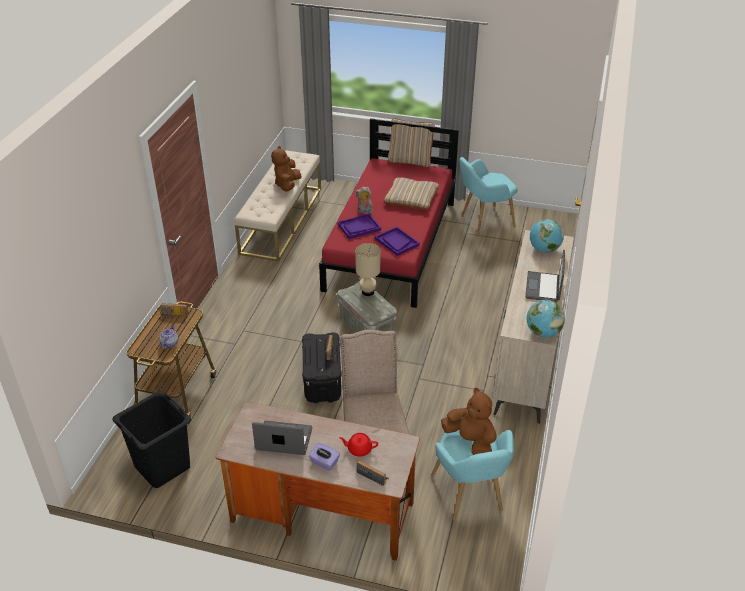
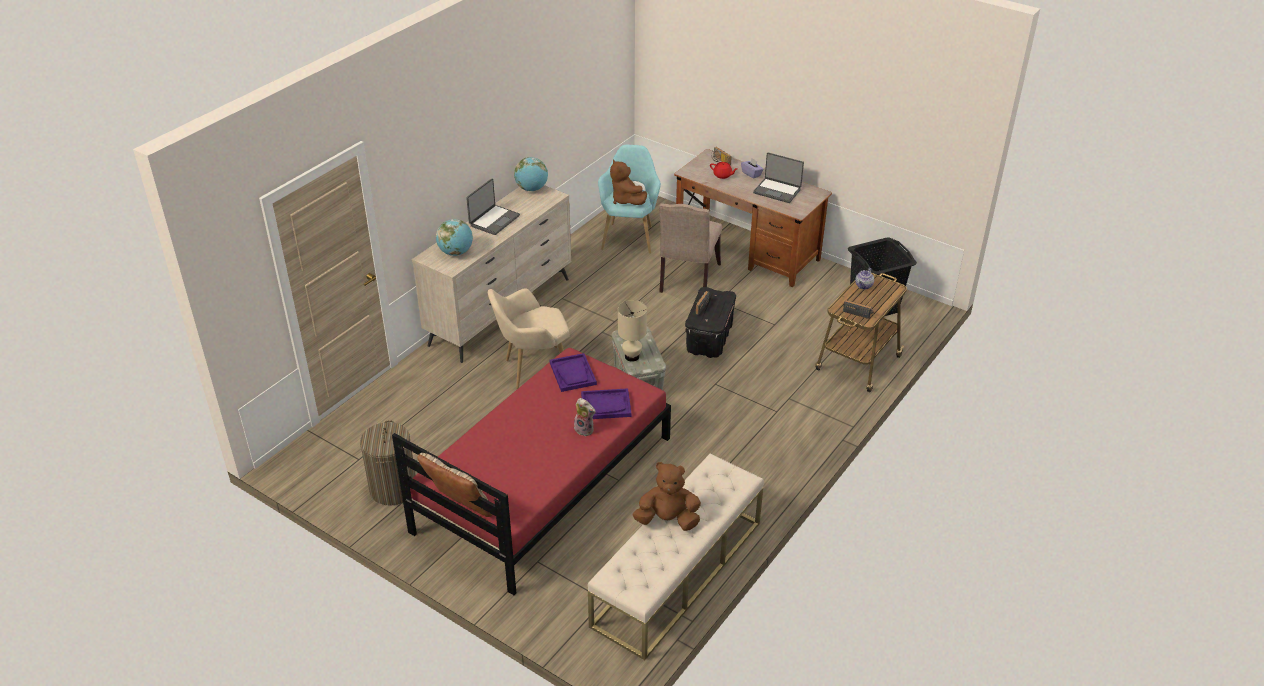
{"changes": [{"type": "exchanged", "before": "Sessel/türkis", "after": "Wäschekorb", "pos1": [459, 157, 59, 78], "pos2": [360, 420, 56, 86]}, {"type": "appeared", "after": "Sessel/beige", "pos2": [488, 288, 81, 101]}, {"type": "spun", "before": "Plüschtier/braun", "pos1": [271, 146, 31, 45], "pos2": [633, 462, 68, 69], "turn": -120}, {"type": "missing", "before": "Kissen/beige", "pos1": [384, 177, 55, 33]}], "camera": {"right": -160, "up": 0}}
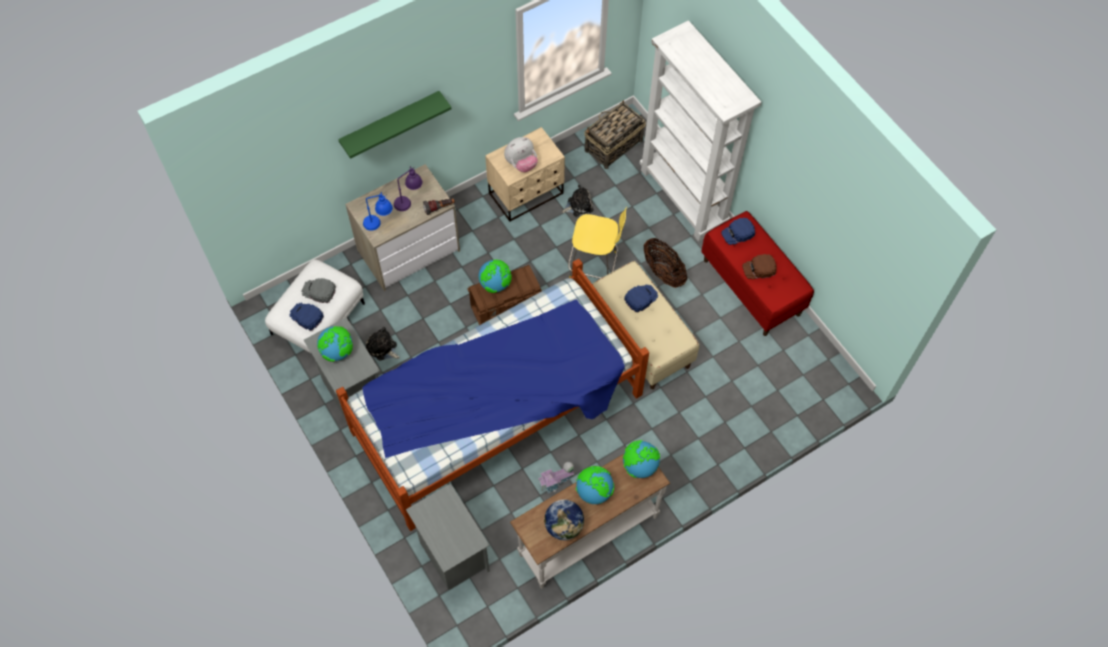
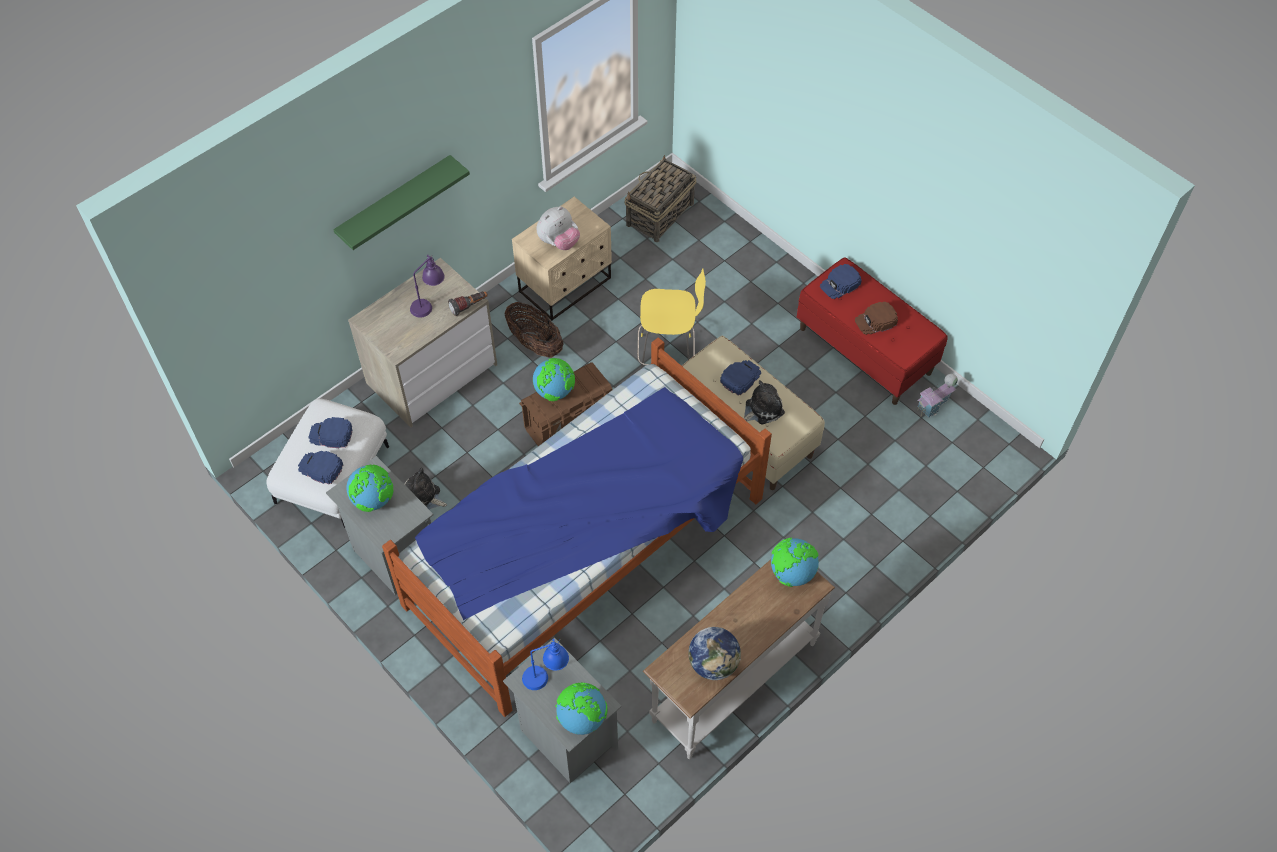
{"changes": [{"type": "colour", "before": "Kappe/grau", "after": "Kappe/blau", "pos1": [301, 278, 35, 25], "pos2": [308, 417, 44, 31]}, {"type": "relocated", "before": "Korb", "pos1": [644, 238, 43, 50], "pos2": [505, 302, 59, 56]}, {"type": "relocated", "before": "Tischlampe/blau", "pos1": [363, 192, 30, 39], "pos2": [522, 638, 47, 52]}, {"type": "relocated", "before": "Globus", "pos1": [576, 466, 38, 38], "pos2": [555, 683, 52, 52]}, {"type": "relocated", "before": "Plüschtier", "pos1": [562, 185, 32, 31], "pos2": [743, 380, 42, 45]}, {"type": "relocated", "before": "Spielzeughaus", "pos1": [538, 462, 36, 31], "pos2": [917, 374, 41, 44]}, {"type": "missing", "before": "Bücherregal/weiß", "pos1": [639, 20, 122, 222]}], "camera": {"right": -10, "up": -5}}
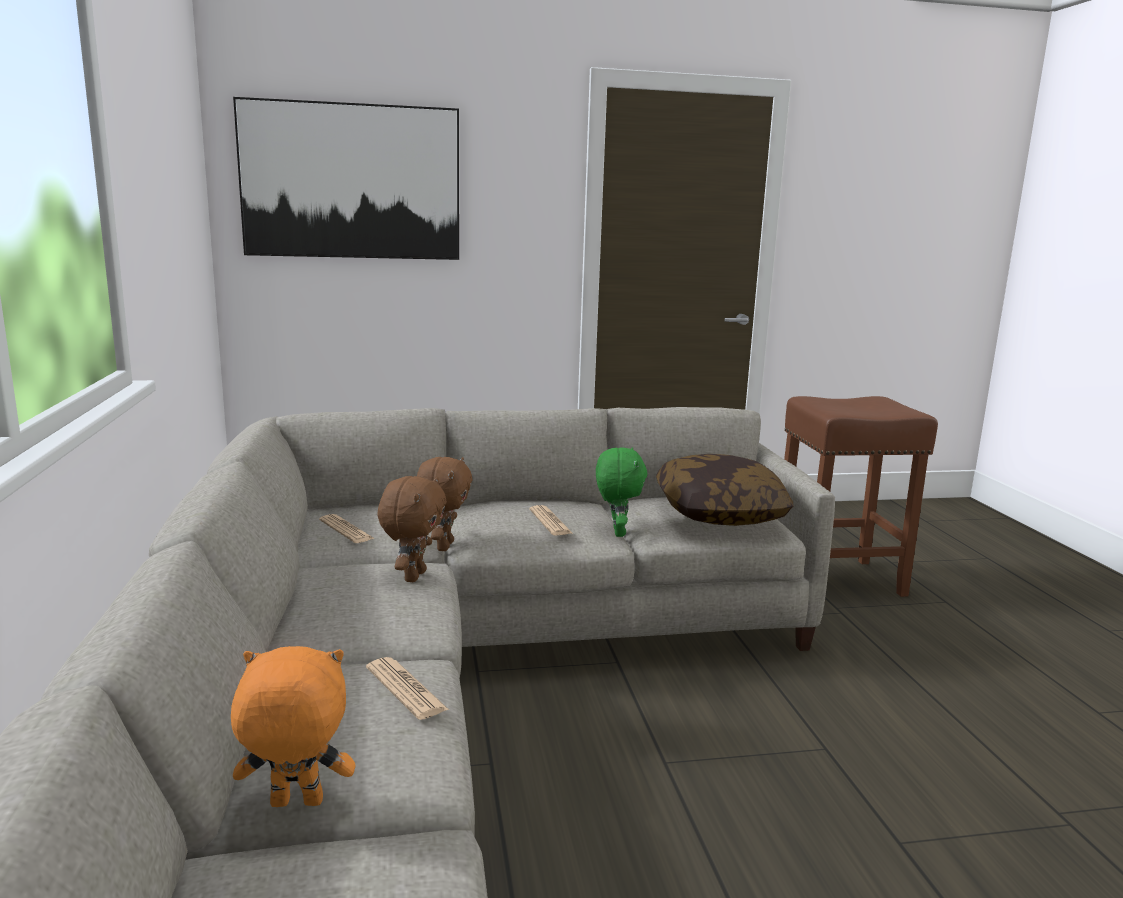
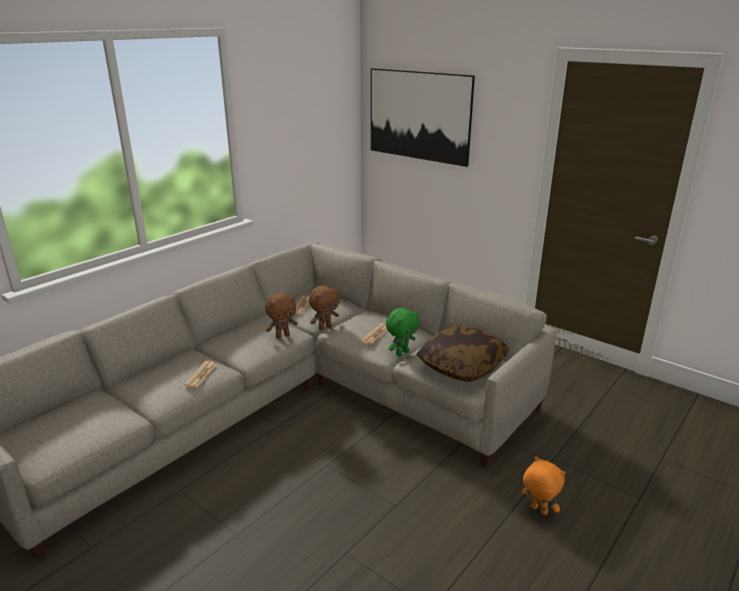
{"changes": [{"type": "relocated", "before": "Plüschtier/orange", "pos1": [231, 646, 124, 161], "pos2": [522, 456, 44, 59]}, {"type": "missing", "before": "Hocker/braun", "pos1": [784, 396, 154, 201]}], "camera": {"right": 50, "up": 10}}
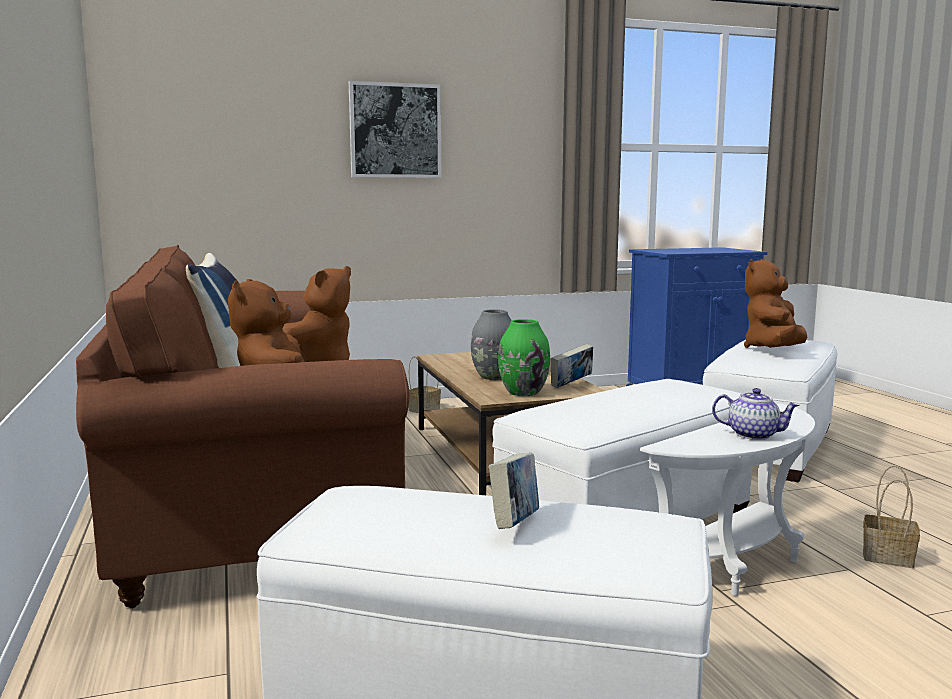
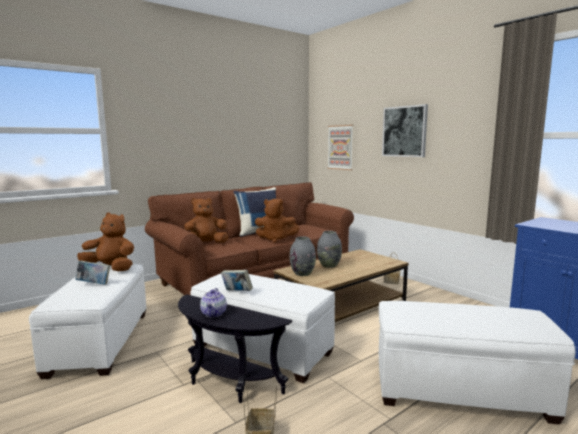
{"changes": [{"type": "relocated", "before": "Plüschtier/braun", "pos1": [744, 259, 63, 89], "pos2": [77, 212, 57, 59]}, {"type": "colour", "before": "Beistelltisch/weiß", "after": "Beistelltisch/schwarz", "pos1": [640, 404, 175, 192], "pos2": [178, 295, 114, 108]}, {"type": "relocated", "before": "Buch", "pos1": [551, 344, 42, 44], "pos2": [221, 270, 32, 21]}, {"type": "colour", "before": "Vase/grün", "after": "Vase/grau", "pos1": [498, 319, 52, 77], "pos2": [290, 236, 26, 40]}, {"type": "appeared", "after": "Bild", "pos2": [328, 125, 25, 45]}], "camera": {"right": 70, "up": 0}}
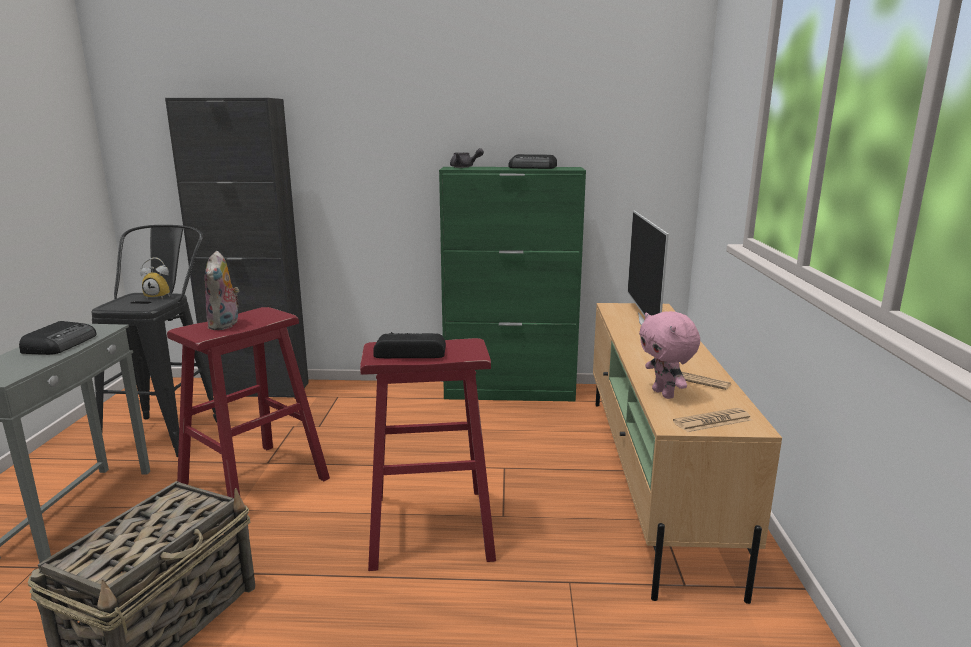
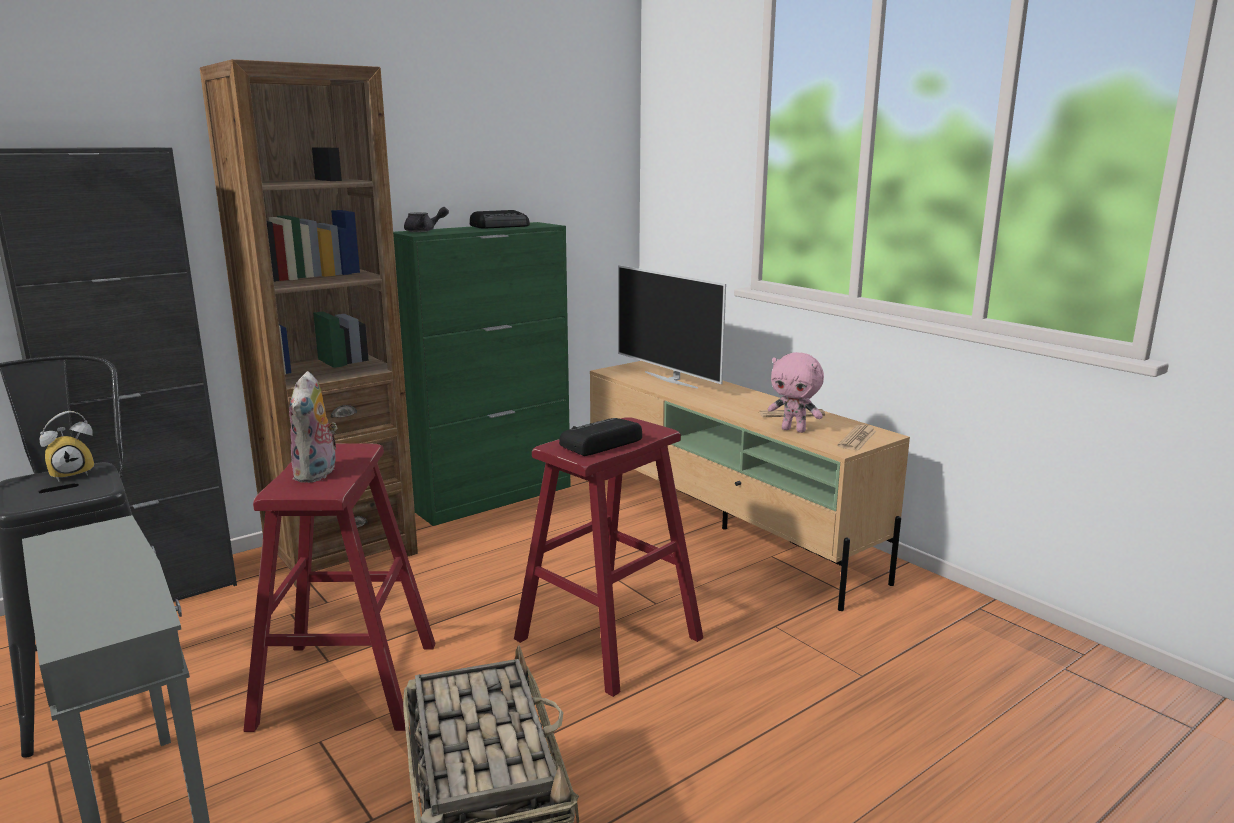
{"changes": [{"type": "appeared", "after": "Bücherregal/braun", "pos2": [200, 59, 218, 528]}, {"type": "spun", "before": "Plüschtier", "pos1": [204, 251, 35, 79], "pos2": [289, 371, 49, 112], "turn": 45}, {"type": "missing", "before": "Radio", "pos1": [19, 321, 78, 34]}], "camera": {"right": -40, "up": 0}}
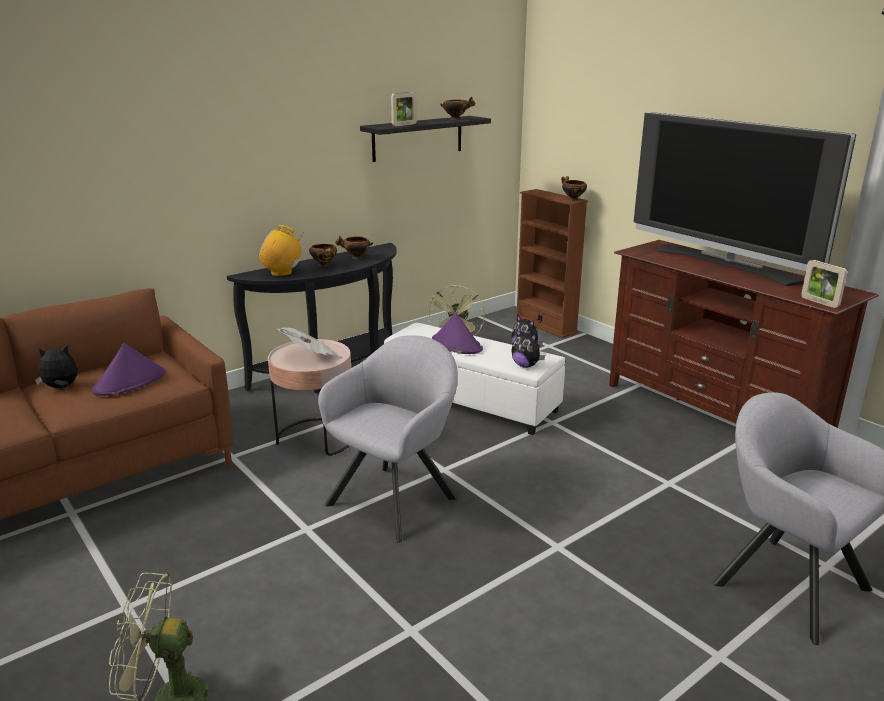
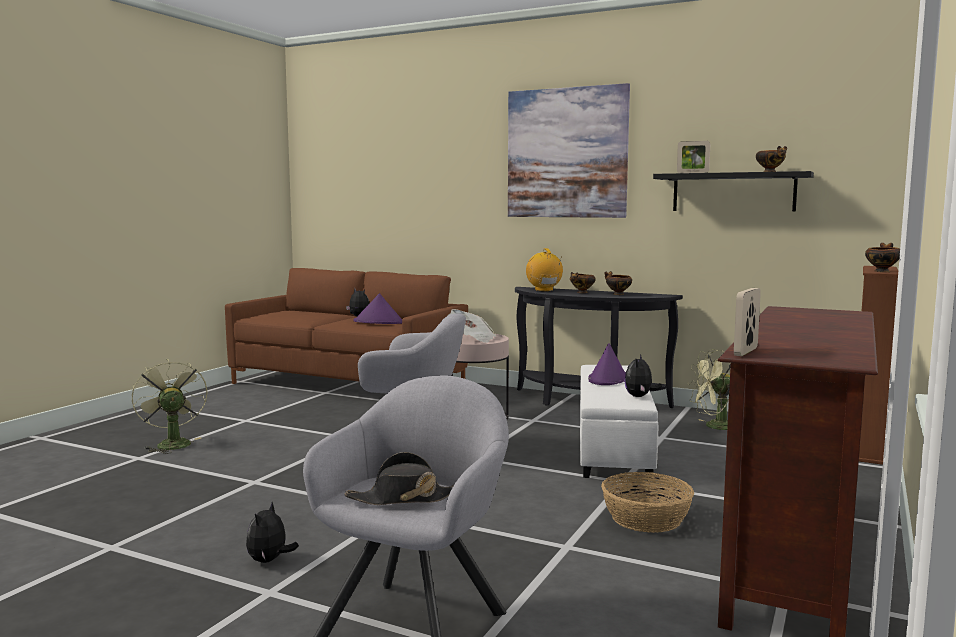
{"changes": [{"type": "relocated", "before": "Plüschtier", "pos1": [511, 329, 34, 39], "pos2": [246, 502, 53, 61]}, {"type": "appeared", "after": "Hut/schwarz", "pos2": [345, 452, 109, 53]}, {"type": "appeared", "after": "Bild", "pos2": [508, 83, 122, 135]}, {"type": "appeared", "after": "Korb", "pos2": [601, 472, 93, 61]}, {"type": "missing", "before": "Fernseher", "pos1": [634, 112, 222, 174]}], "camera": {"right": 65, "up": -15}}
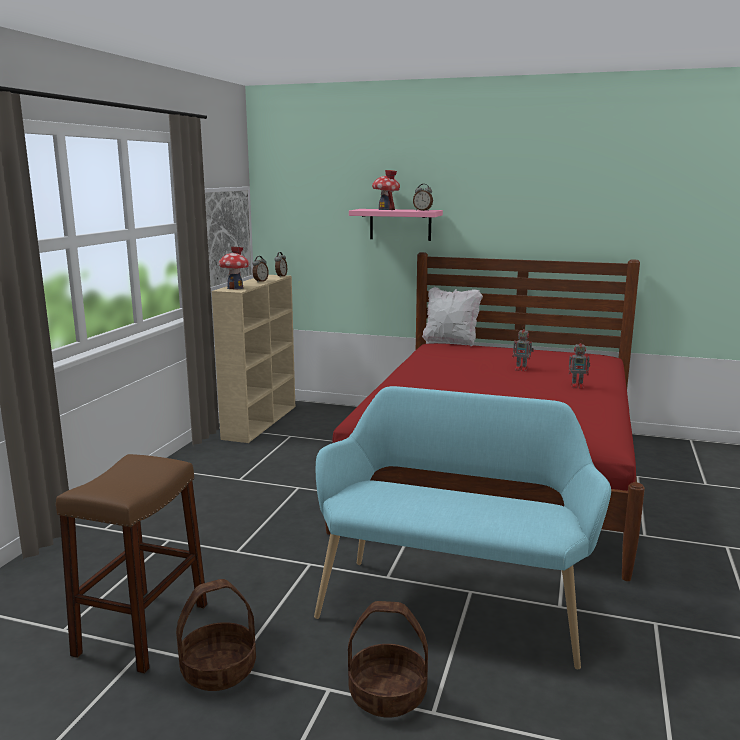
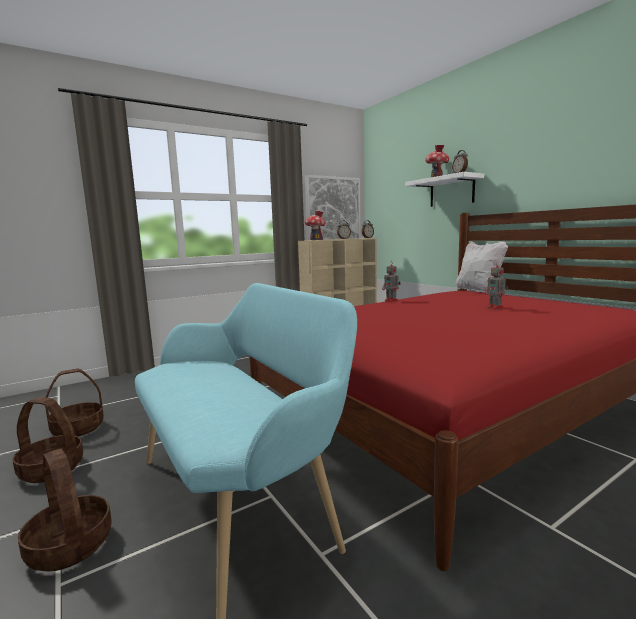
{"changes": [{"type": "exchanged", "before": "Hocker/braun", "after": "Korb", "pos1": [56, 454, 151, 220], "pos2": [45, 369, 59, 68]}, {"type": "relocated", "before": "Spielzeugroboter", "pos1": [569, 339, 21, 50], "pos2": [382, 262, 19, 40]}, {"type": "colour", "before": "Wandregal/rosa", "after": "Wandregal/weiß", "pos1": [349, 209, 94, 32], "pos2": [405, 172, 79, 35]}], "camera": {"right": 40, "up": -5}}
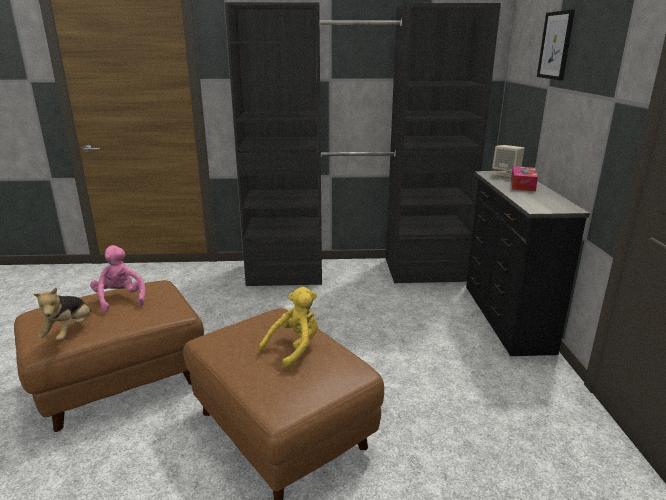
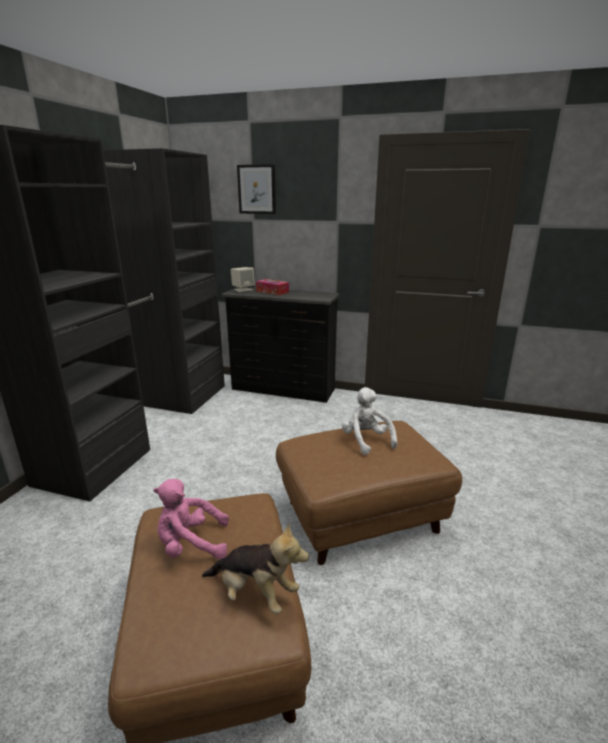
{"changes": [{"type": "colour", "before": "Plüschtier/gelb", "after": "Plüschtier/weiß", "pos1": [259, 287, 59, 83], "pos2": [342, 387, 55, 68]}], "camera": {"right": -70, "up": 0}}
